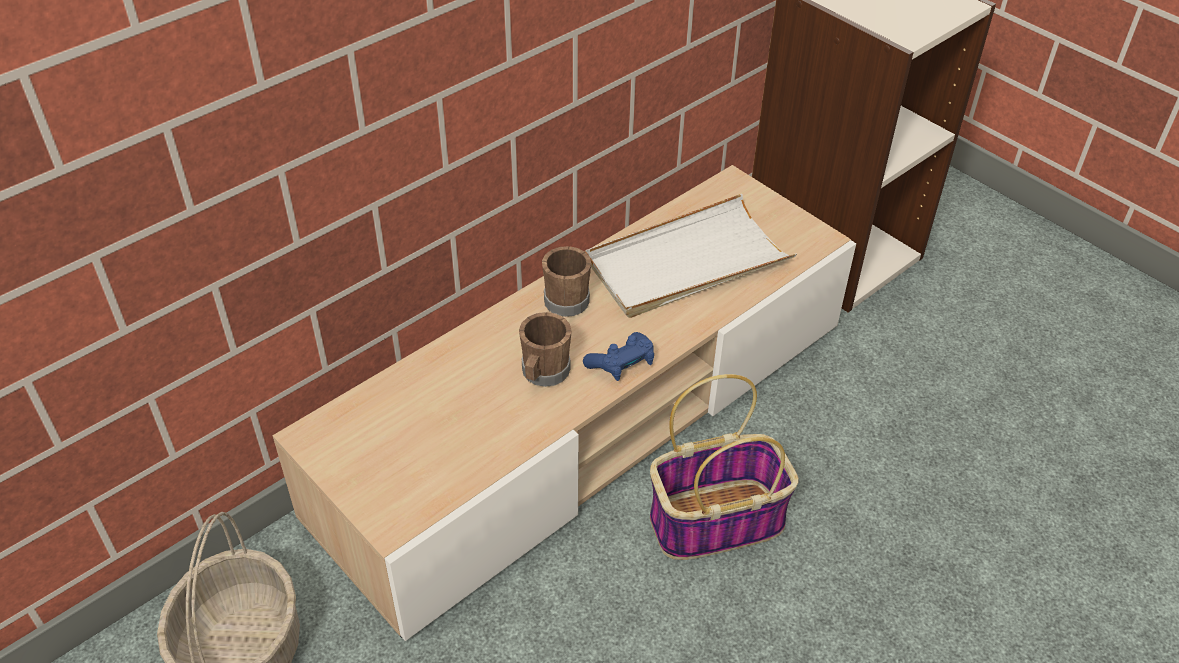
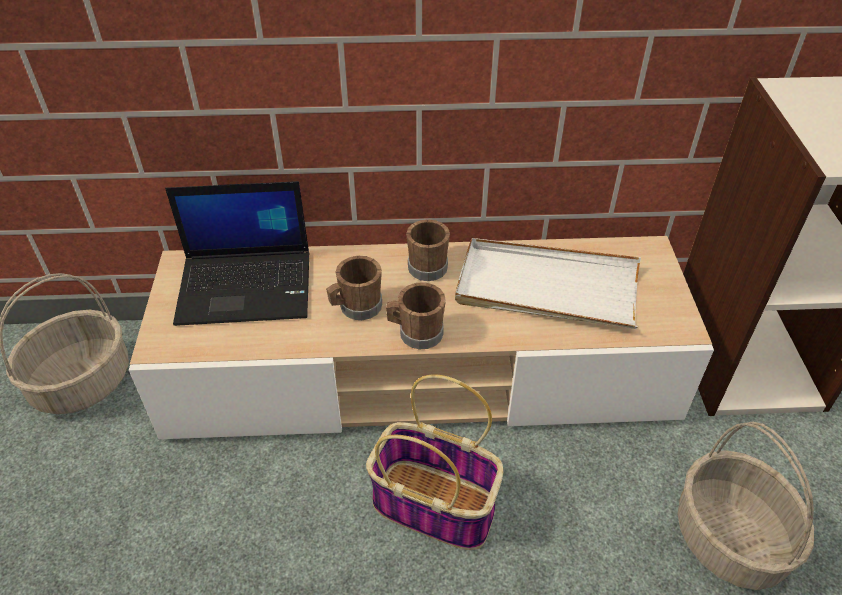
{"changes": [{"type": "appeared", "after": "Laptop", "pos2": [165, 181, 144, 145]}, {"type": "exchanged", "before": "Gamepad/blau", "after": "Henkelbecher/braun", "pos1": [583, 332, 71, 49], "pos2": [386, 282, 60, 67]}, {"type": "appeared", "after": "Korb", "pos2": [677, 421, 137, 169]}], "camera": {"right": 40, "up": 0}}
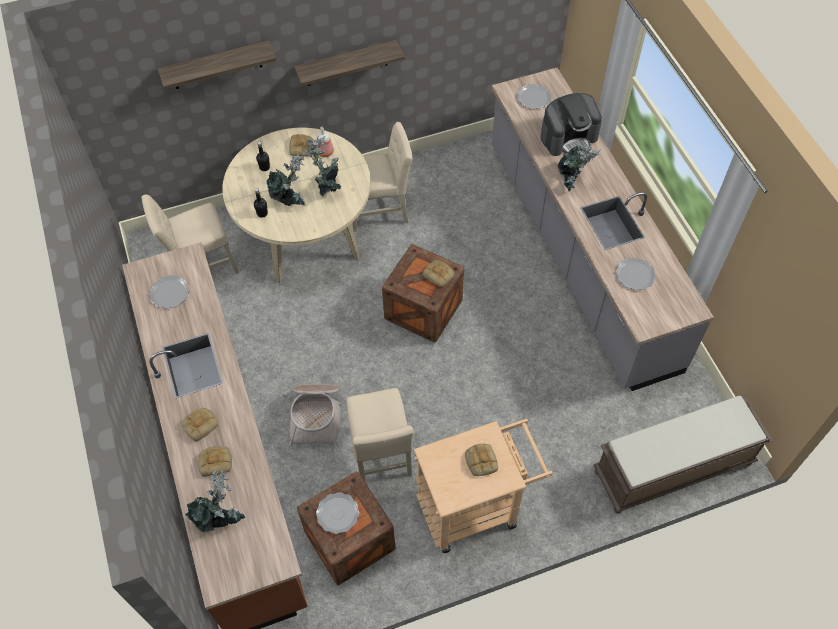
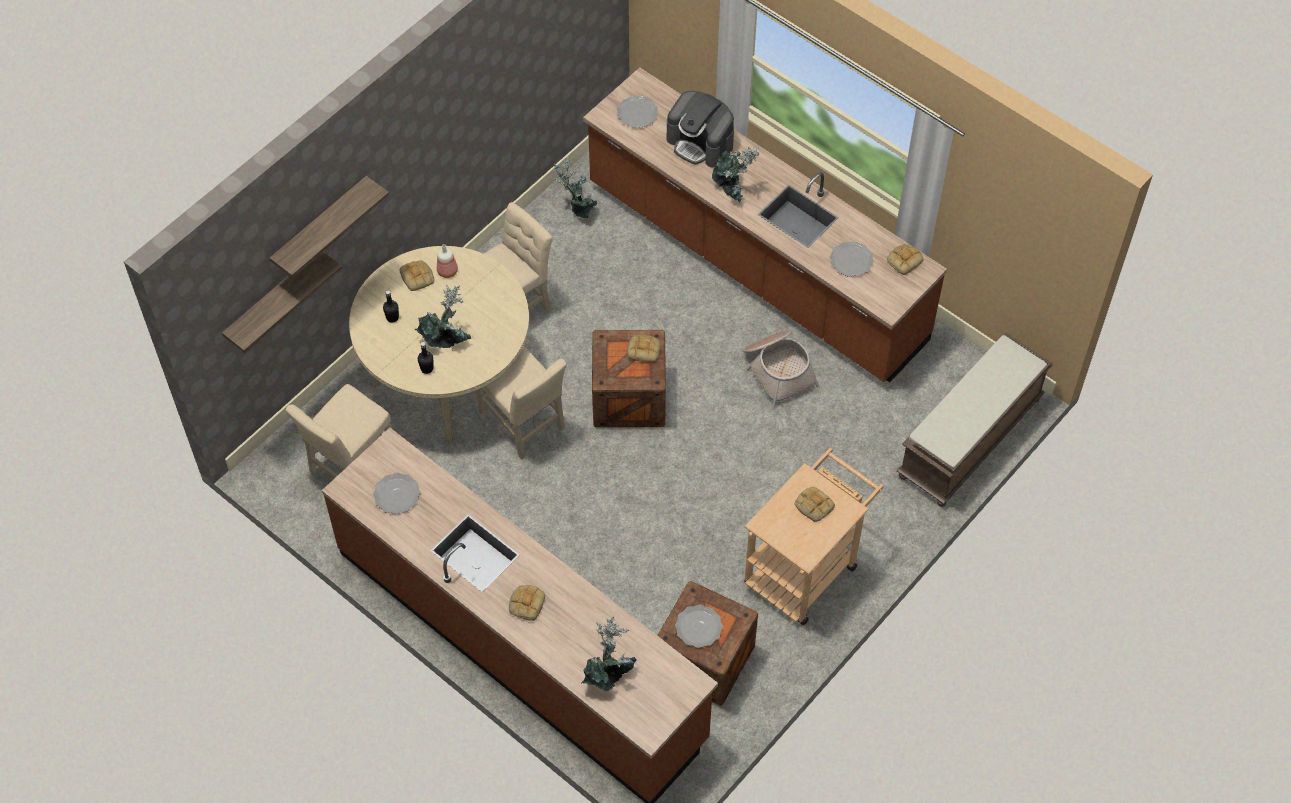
{"changes": [{"type": "relocated", "before": "Wandregal", "pos1": [294, 40, 111, 46], "pos2": [222, 252, 120, 101]}, {"type": "relocated", "before": "Stuhl/beige", "pos1": [347, 388, 67, 95], "pos2": [477, 347, 90, 113]}, {"type": "relocated", "before": "Topfpflanze", "pos1": [303, 136, 38, 60], "pos2": [553, 157, 44, 61]}, {"type": "colour", "before": "Küchenzeile/grau", "after": "Küchenzeile/braun", "pos1": [492, 68, 222, 323], "pos2": [583, 67, 364, 315]}, {"type": "spun", "before": "Kaffeemaschine", "pos1": [540, 93, 62, 63], "pos2": [667, 91, 67, 77], "turn": 90}, {"type": "relocated", "before": "Korb", "pos1": [289, 384, 52, 63], "pos2": [743, 330, 77, 78]}, {"type": "relocated", "before": "Brot", "pos1": [198, 446, 34, 31], "pos2": [887, 244, 36, 31]}], "camera": {"right": -30, "up": 0}}
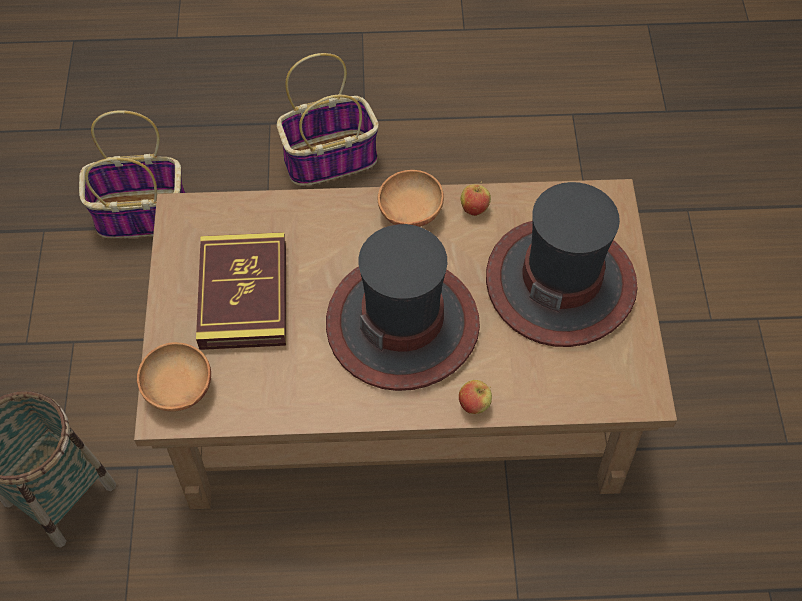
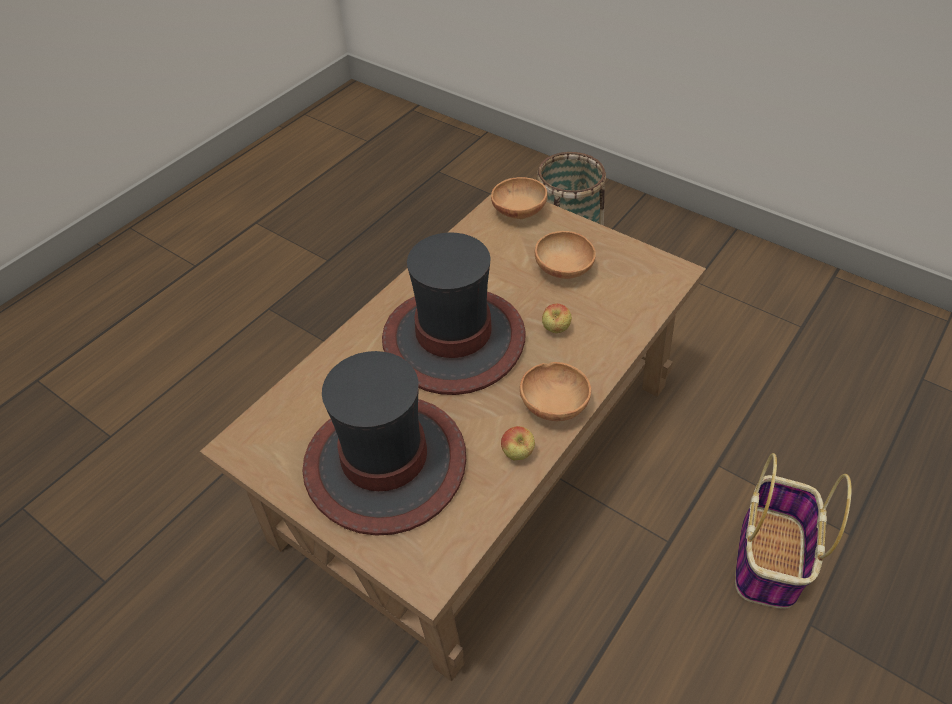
{"changes": [{"type": "exchanged", "before": "Buch", "after": "Schüssel/braun", "pos1": [196, 232, 90, 118], "pos2": [534, 231, 62, 48]}, {"type": "relocated", "before": "Apfel", "pos1": [459, 380, 33, 34], "pos2": [542, 304, 30, 29]}, {"type": "missing", "before": "Korb", "pos1": [79, 110, 106, 128]}], "camera": {"right": 130, "up": -10}}
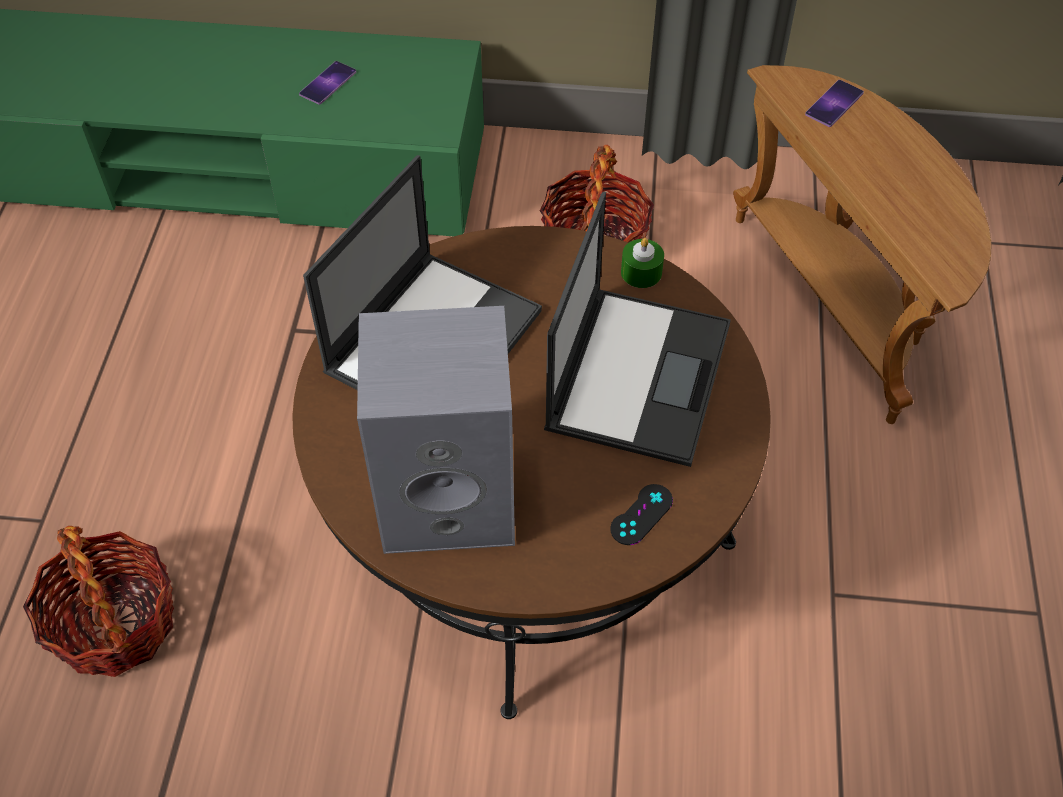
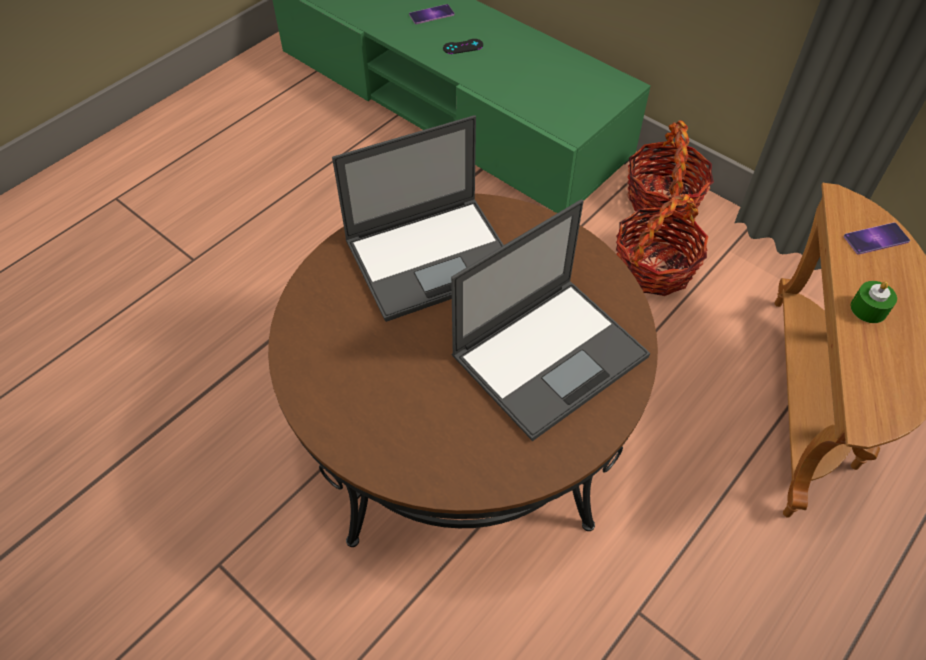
{"changes": [{"type": "relocated", "before": "Handy", "pos1": [299, 61, 57, 44], "pos2": [409, 4, 46, 20]}, {"type": "relocated", "before": "Gamepad/schwarz", "pos1": [610, 484, 63, 61], "pos2": [443, 39, 40, 15]}, {"type": "relocated", "before": "Korb", "pos1": [23, 526, 151, 151], "pos2": [627, 120, 87, 100]}, {"type": "relocated", "before": "Kerze/grün", "pos1": [621, 238, 43, 50], "pos2": [851, 281, 46, 42]}, {"type": "missing", "before": "Lautsprecher/grau", "pos1": [357, 306, 158, 248]}], "camera": {"right": 35, "up": 0}}
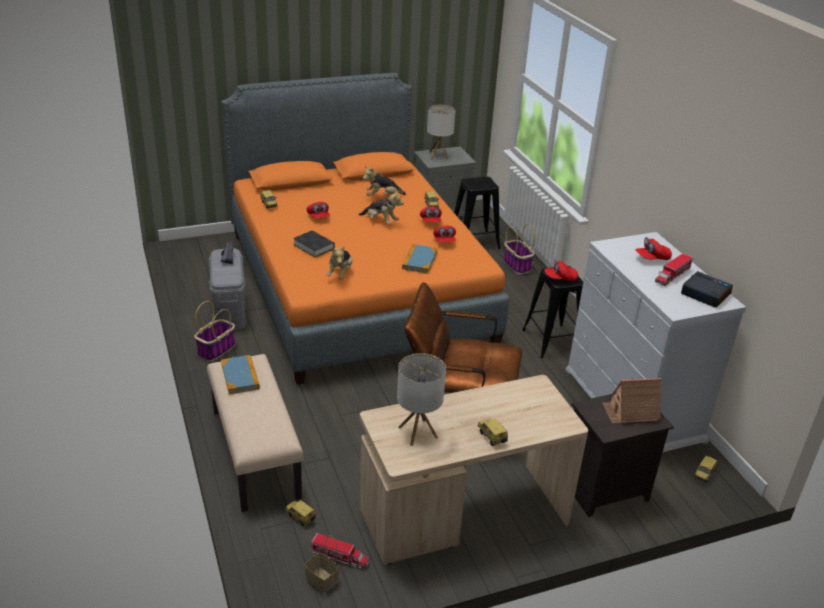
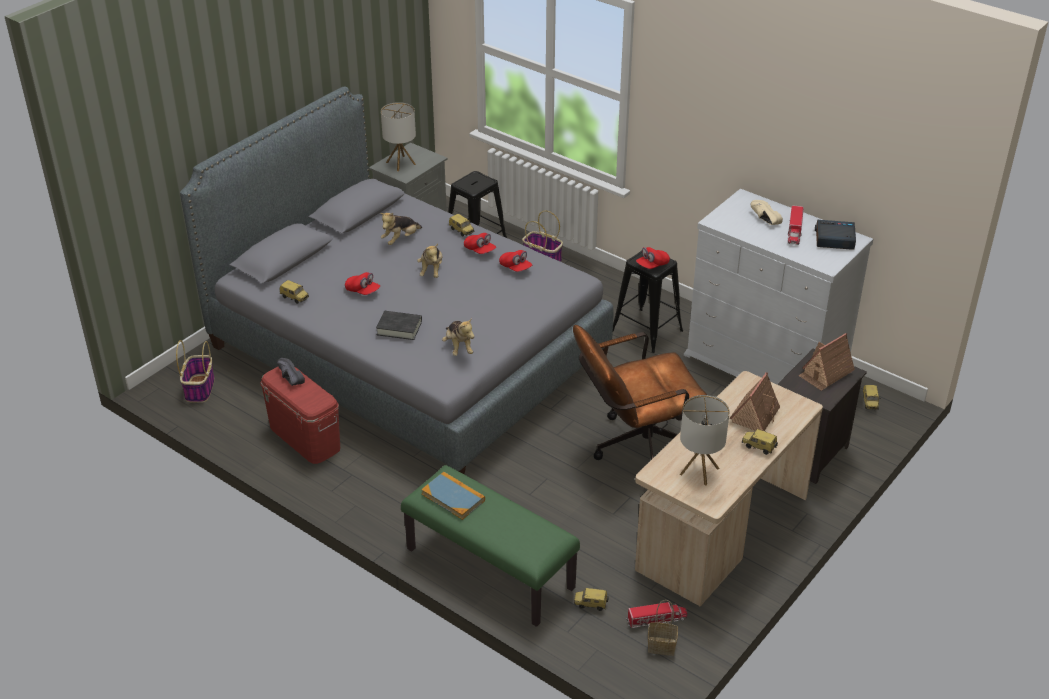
{"changes": [{"type": "relocated", "before": "Korb", "pos1": [194, 301, 41, 60], "pos2": [176, 340, 39, 63]}, {"type": "colour", "before": "Bett/orange", "after": "Bett/grau", "pos1": [221, 73, 288, 312], "pos2": [180, 86, 434, 389]}, {"type": "colour", "before": "Aufbewahrungsbox/grau", "after": "Aufbewahrungsbox/rot", "pos1": [209, 249, 37, 81], "pos2": [261, 366, 79, 98]}, {"type": "colour", "before": "Bank/beige", "after": "Bank/grün", "pos1": [207, 354, 96, 158], "pos2": [401, 465, 179, 162]}, {"type": "spun", "before": "Plüschtier", "pos1": [358, 190, 46, 34], "pos2": [417, 244, 25, 34], "turn": 90}, {"type": "appeared", "after": "Spielzeughaus", "pos2": [729, 372, 51, 59]}, {"type": "exchanged", "before": "Kappe/rot", "after": "Schuh/beige", "pos1": [635, 237, 37, 23], "pos2": [750, 200, 33, 25]}, {"type": "missing", "before": "Buch", "pos1": [402, 244, 36, 30]}], "camera": {"right": -30, "up": 5}}
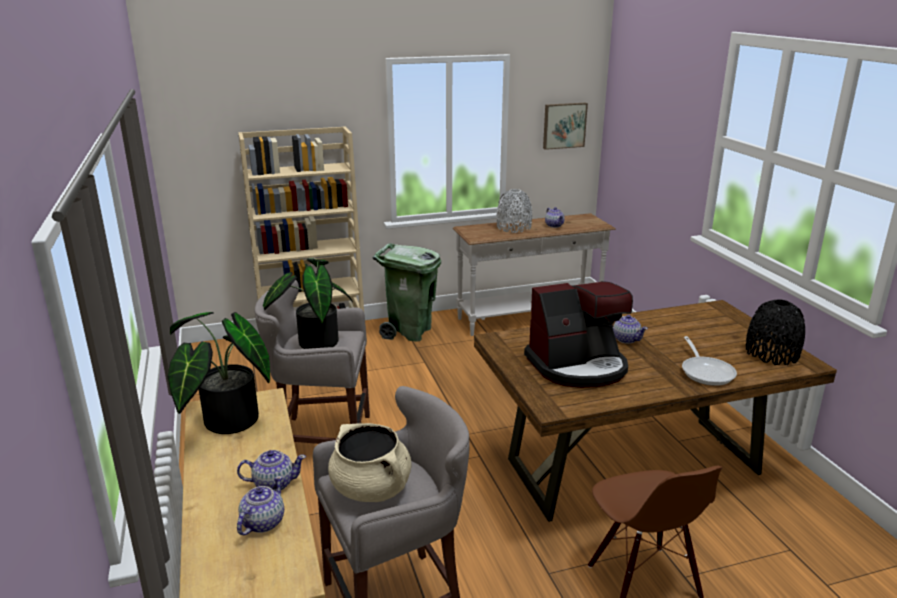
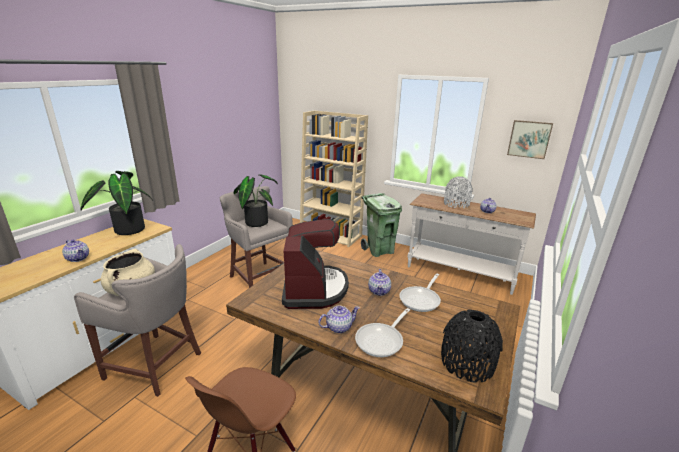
{"changes": [{"type": "spun", "before": "Kaffeemaschine", "pos1": [524, 281, 109, 107], "pos2": [282, 219, 67, 90], "turn": -120}, {"type": "relocated", "before": "Teekanne", "pos1": [237, 476, 47, 59], "pos2": [318, 306, 42, 27]}, {"type": "appeared", "after": "Pfanne", "pos2": [399, 273, 42, 39]}], "camera": {"right": 45, "up": 0}}
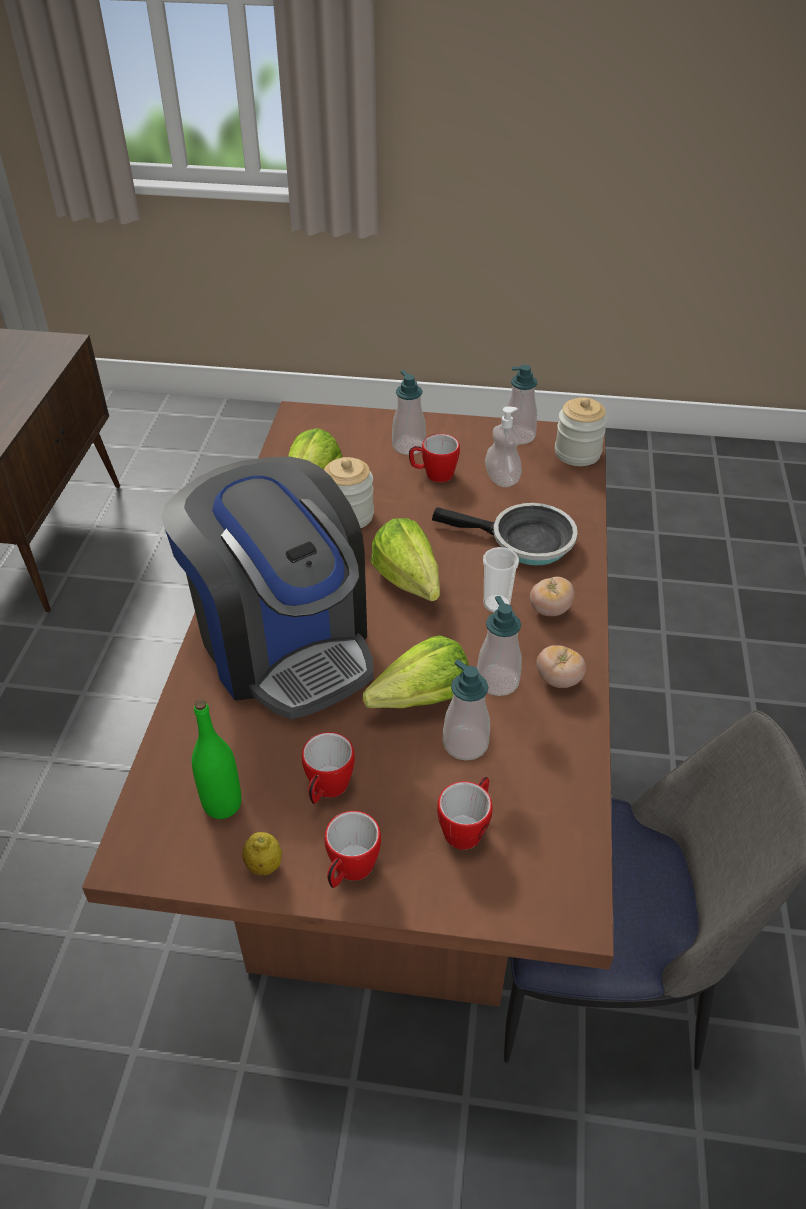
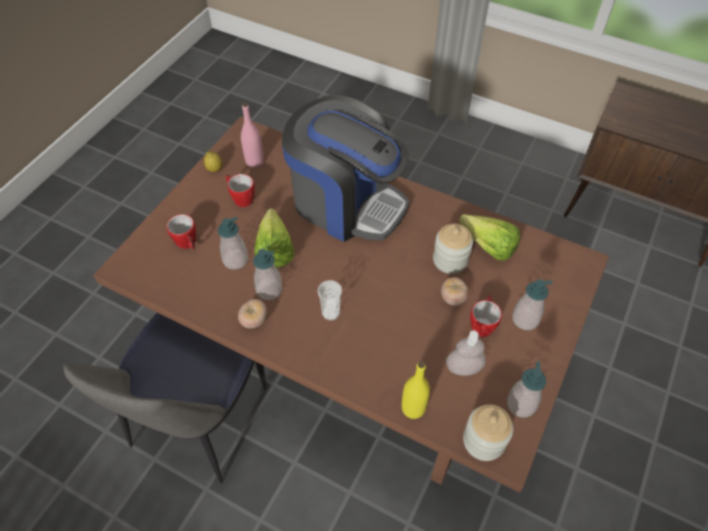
{"changes": [{"type": "colour", "before": "Flasche/grün", "after": "Flasche/rosa", "pos1": [192, 700, 49, 119], "pos2": [241, 102, 23, 66]}, {"type": "spun", "before": "Kaffeemaschine", "pos1": [161, 457, 213, 263], "pos2": [282, 95, 127, 147], "turn": -135}, {"type": "appeared", "after": "Flasche/gelb", "pos2": [402, 361, 28, 58]}, {"type": "relocated", "before": "Tomate", "pos1": [530, 577, 44, 39], "pos2": [441, 277, 28, 29]}, {"type": "missing", "before": "Henkelbecher", "pos1": [325, 811, 56, 77]}, {"type": "missing", "before": "Salatkopf", "pos1": [371, 518, 69, 83]}, {"type": "missing", "before": "Pfanne", "pos1": [432, 503, 146, 62]}], "camera": {"right": 110, "up": 10}}
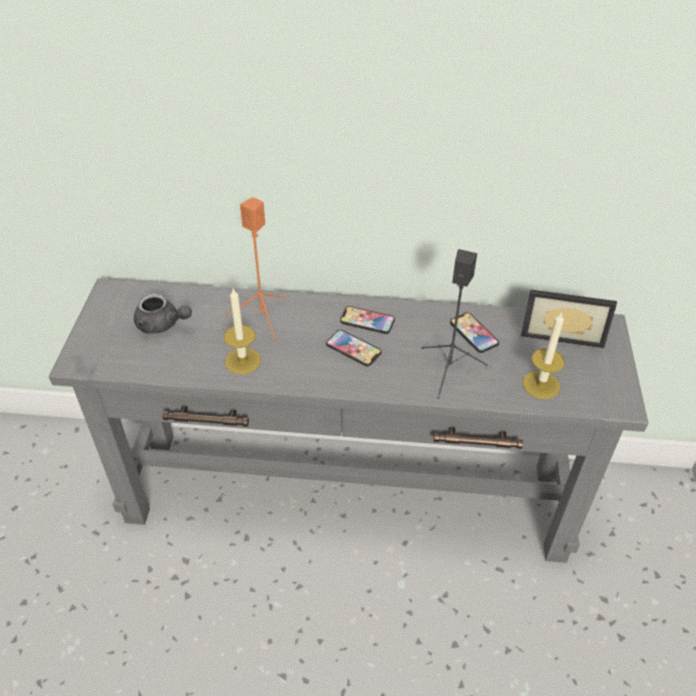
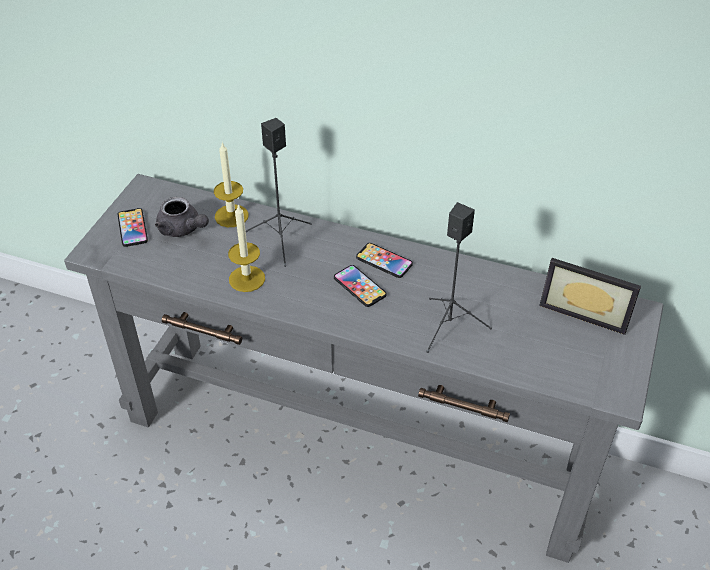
{"changes": [{"type": "relocated", "before": "Handy", "pos1": [450, 313, 49, 40], "pos2": [118, 208, 30, 39]}, {"type": "relocated", "before": "Kerze", "pos1": [523, 311, 42, 88], "pos2": [214, 142, 35, 85]}, {"type": "colour", "before": "Lautsprecher/orange", "after": "Lautsprecher/schwarz", "pos1": [225, 197, 62, 146], "pos2": [246, 118, 66, 149]}], "camera": {"right": 15, "up": 0}}
